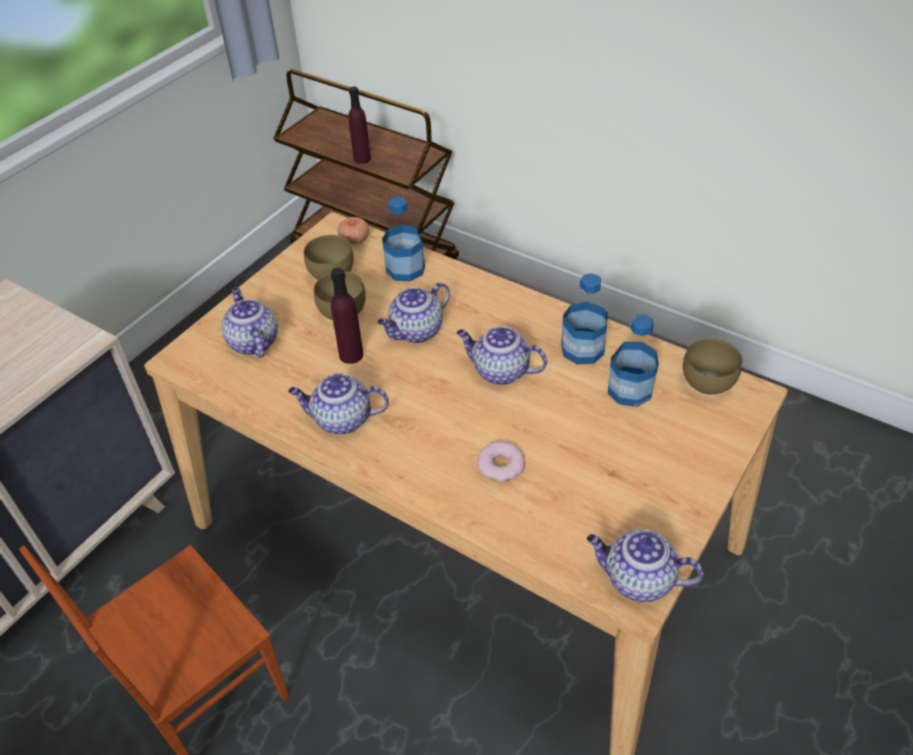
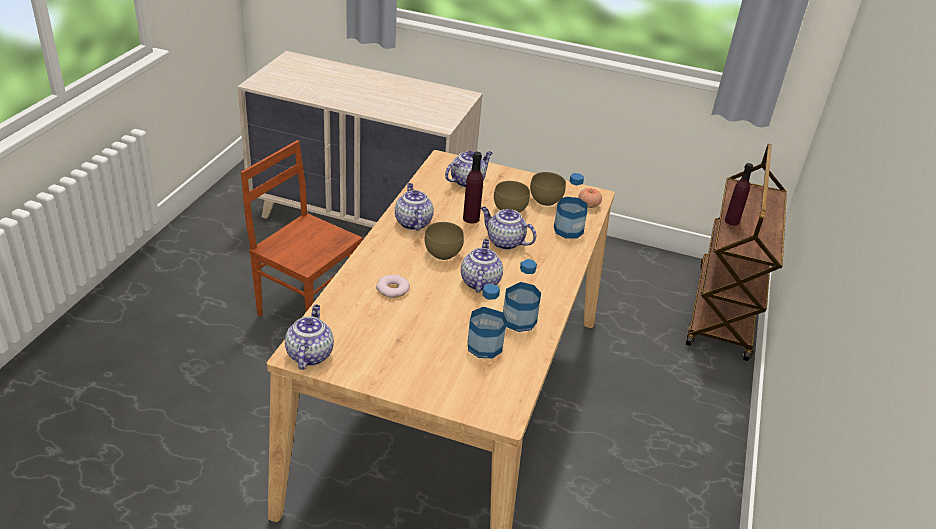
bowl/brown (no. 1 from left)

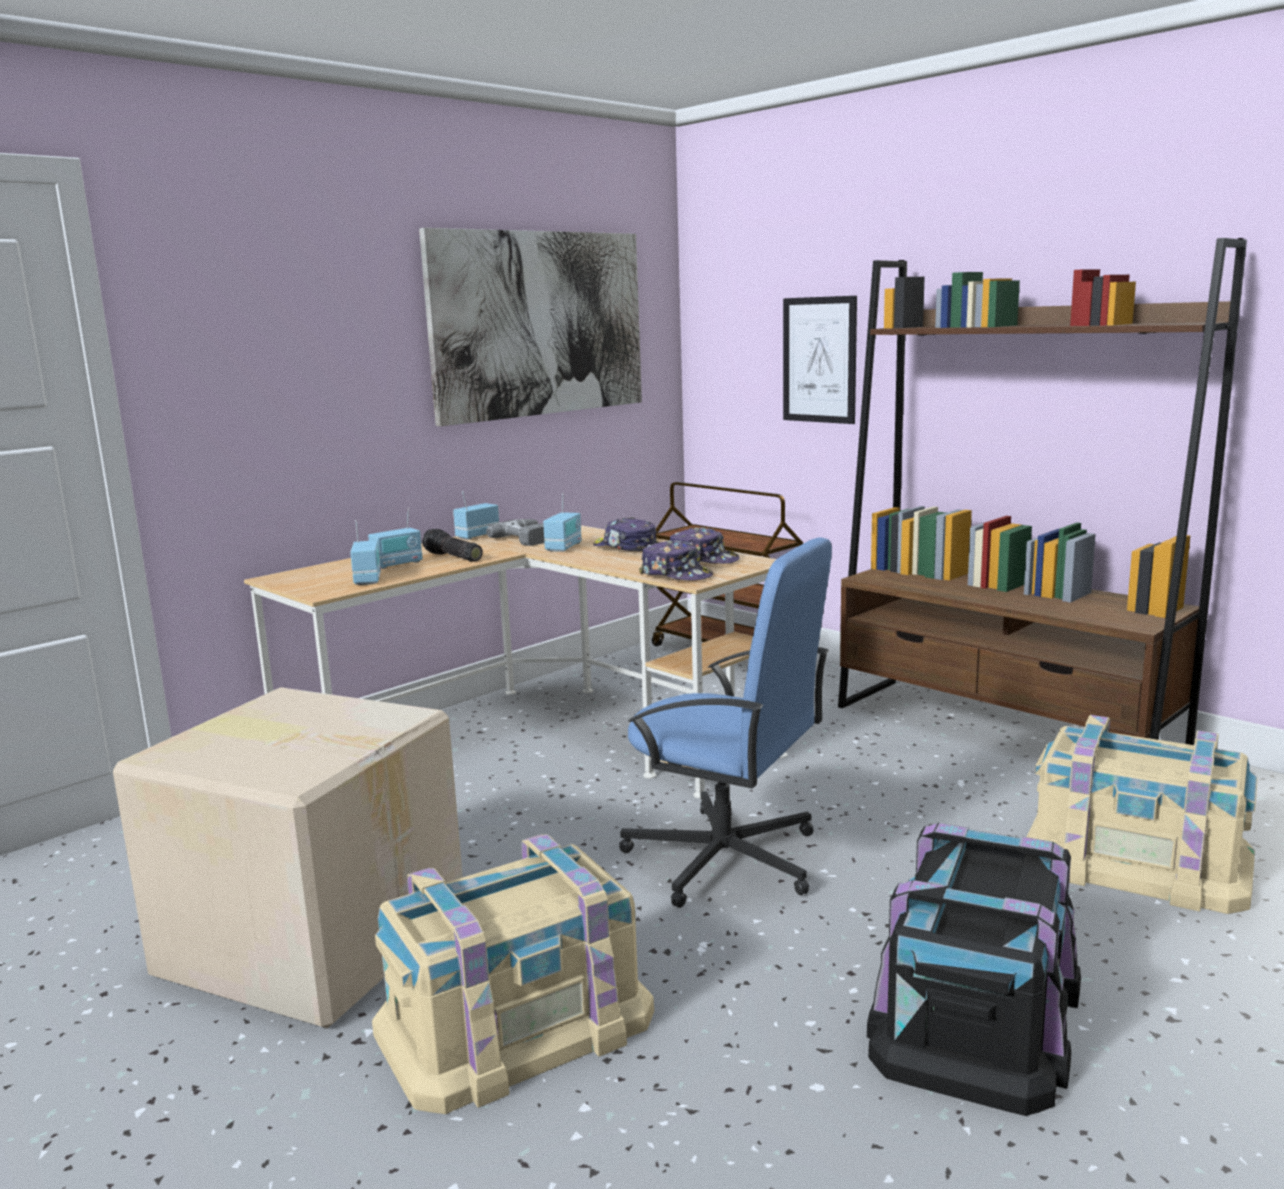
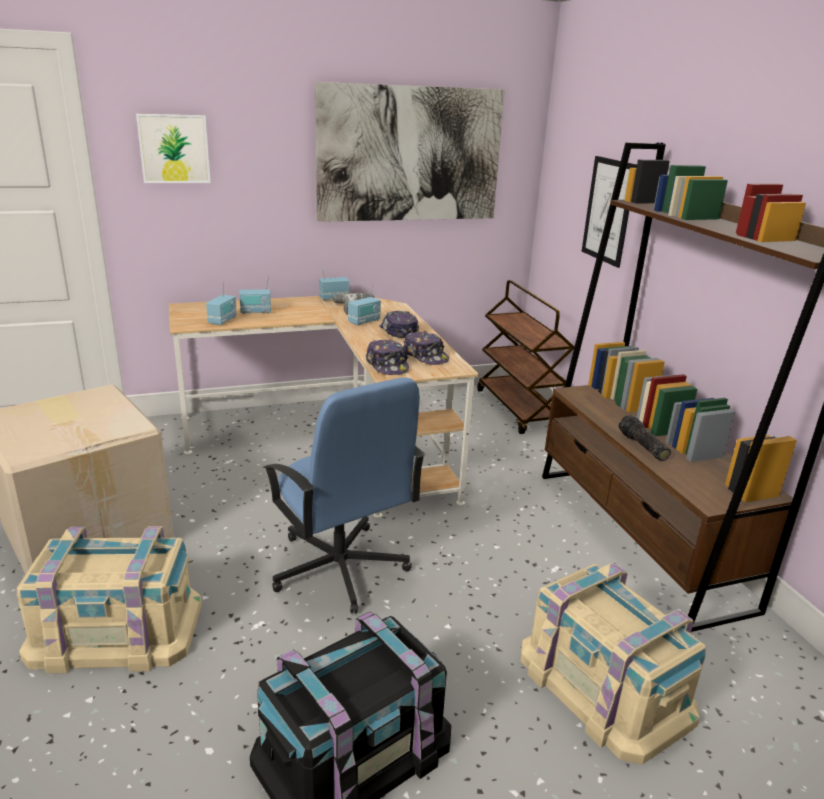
flashlight; picture (no. 1 from left)

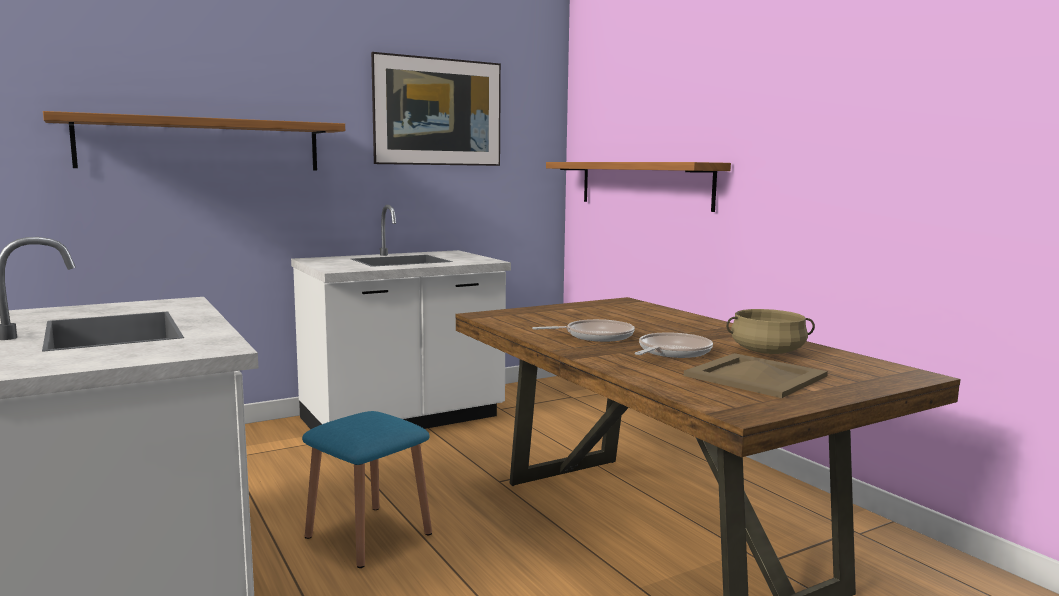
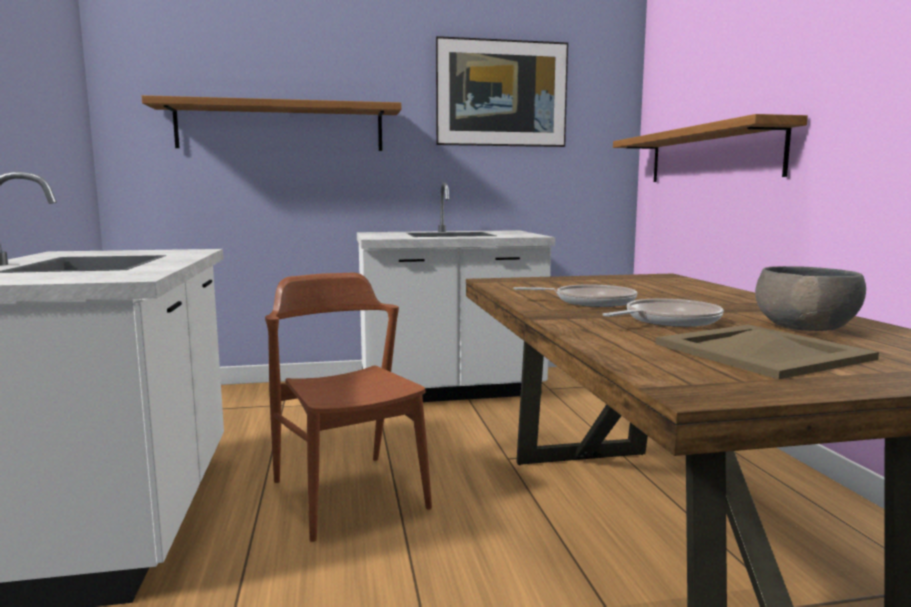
bowl/grey; chair/brown

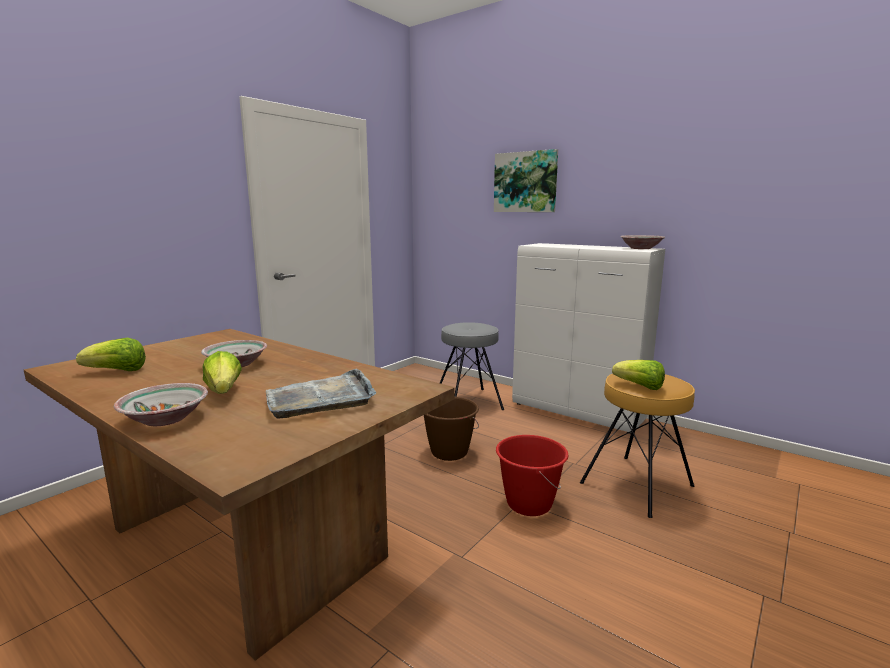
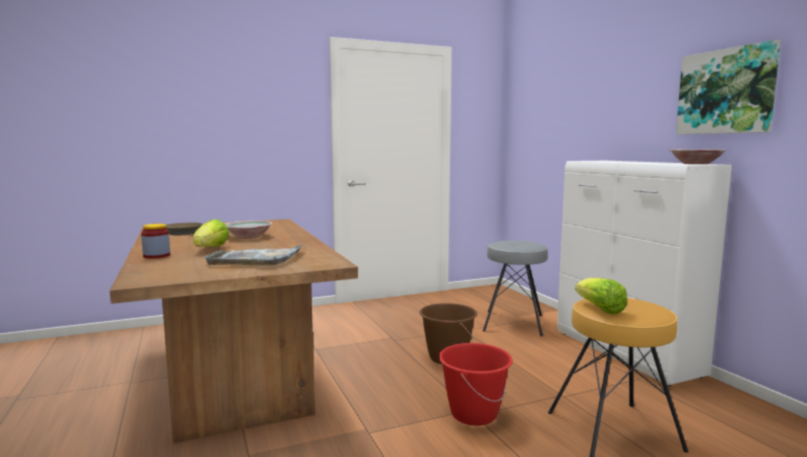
picture; frying pan/brown; jar

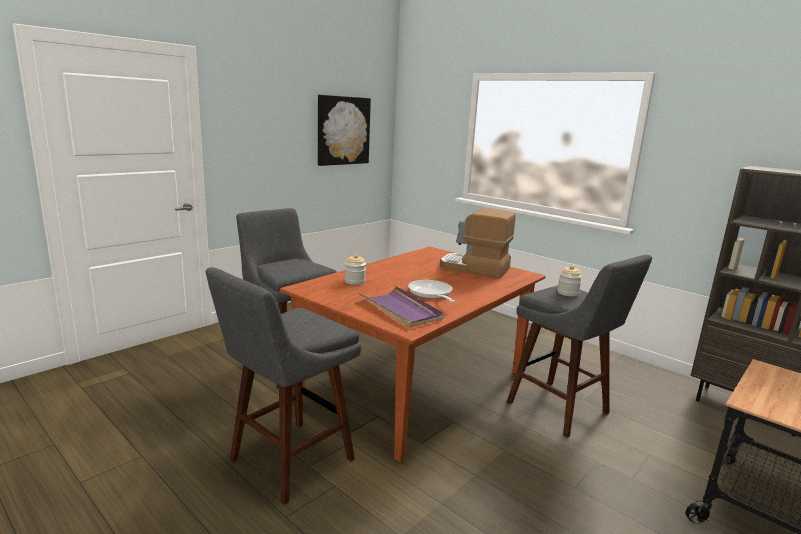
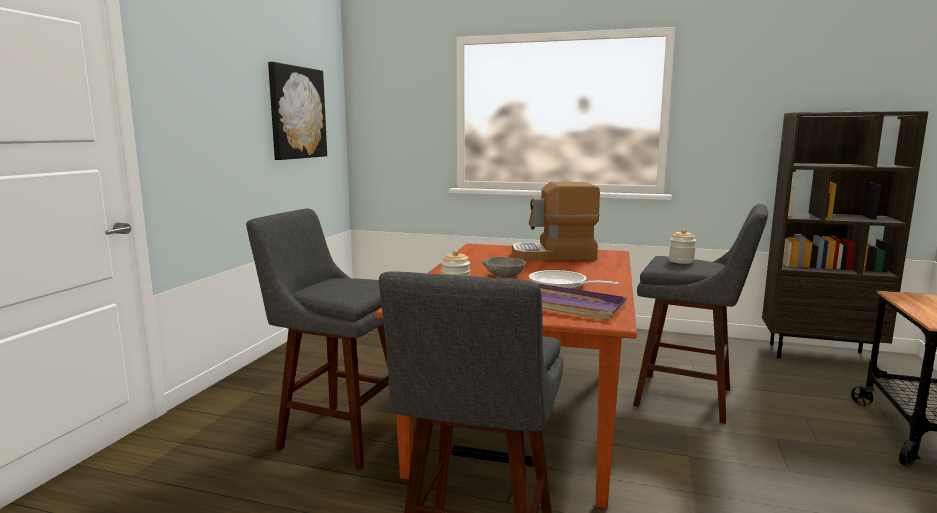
bowl/grey

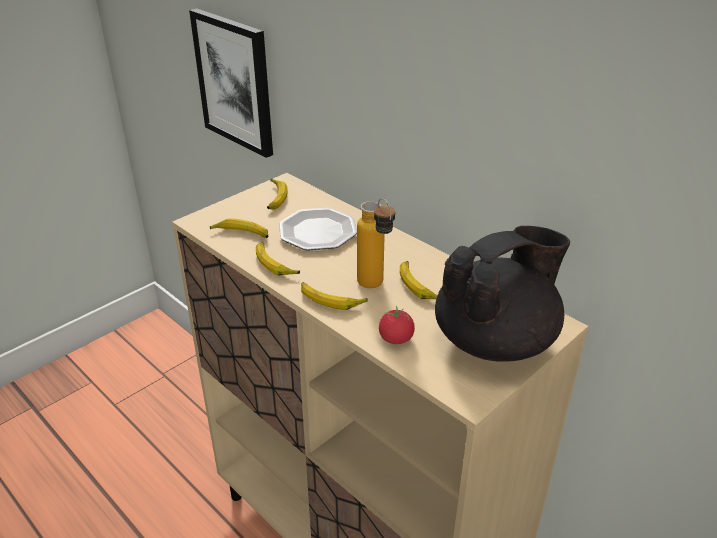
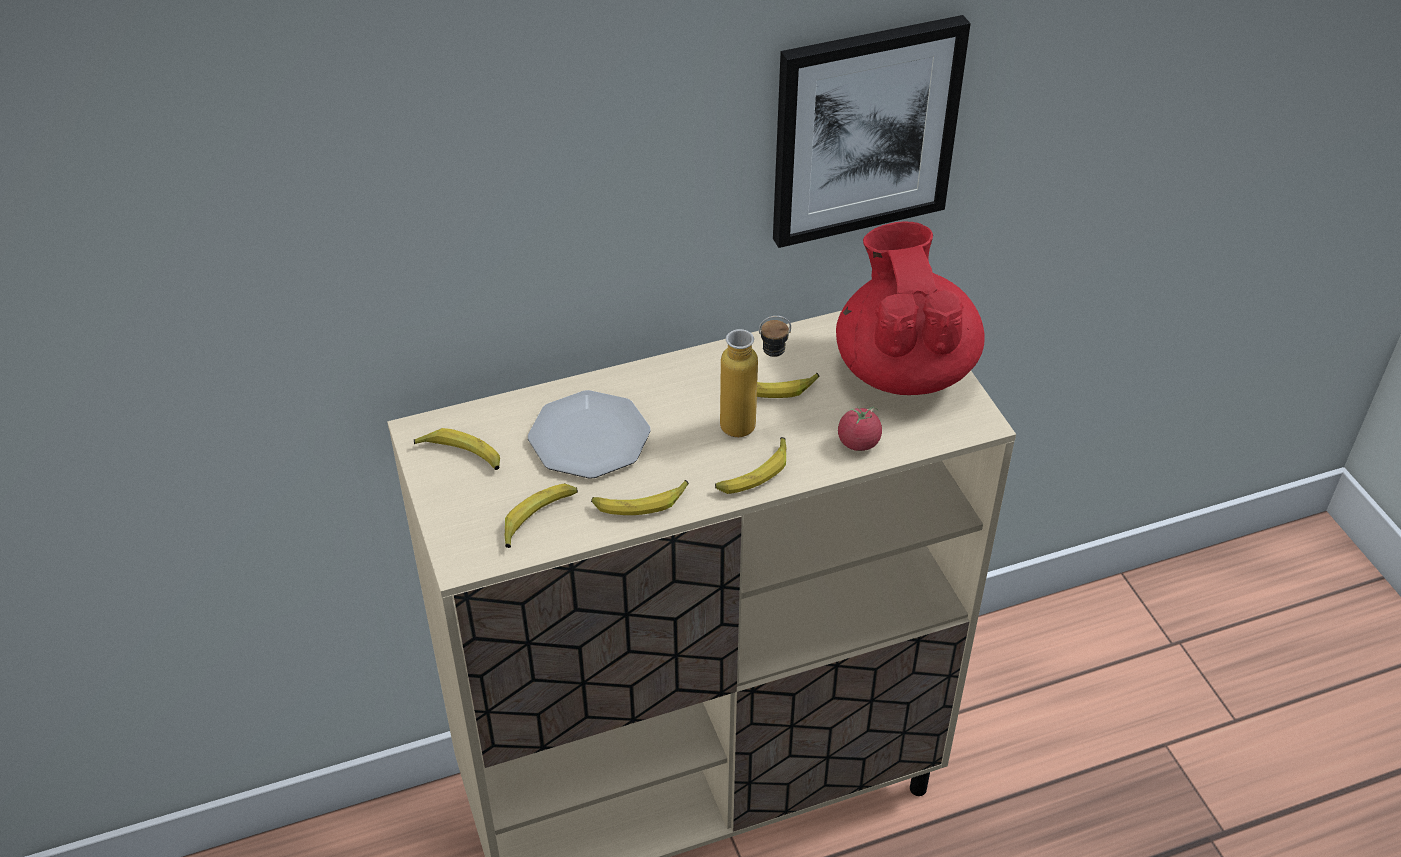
picture; teapot/red

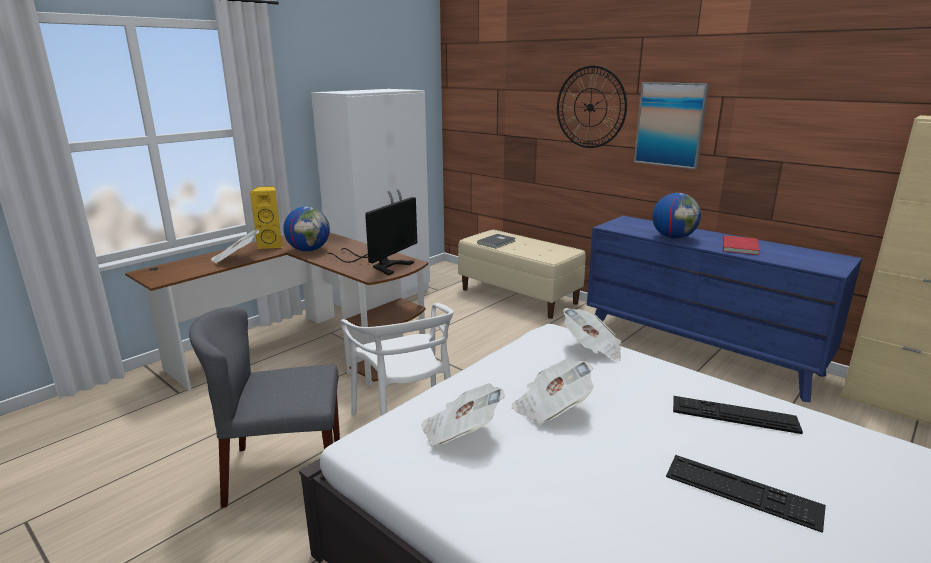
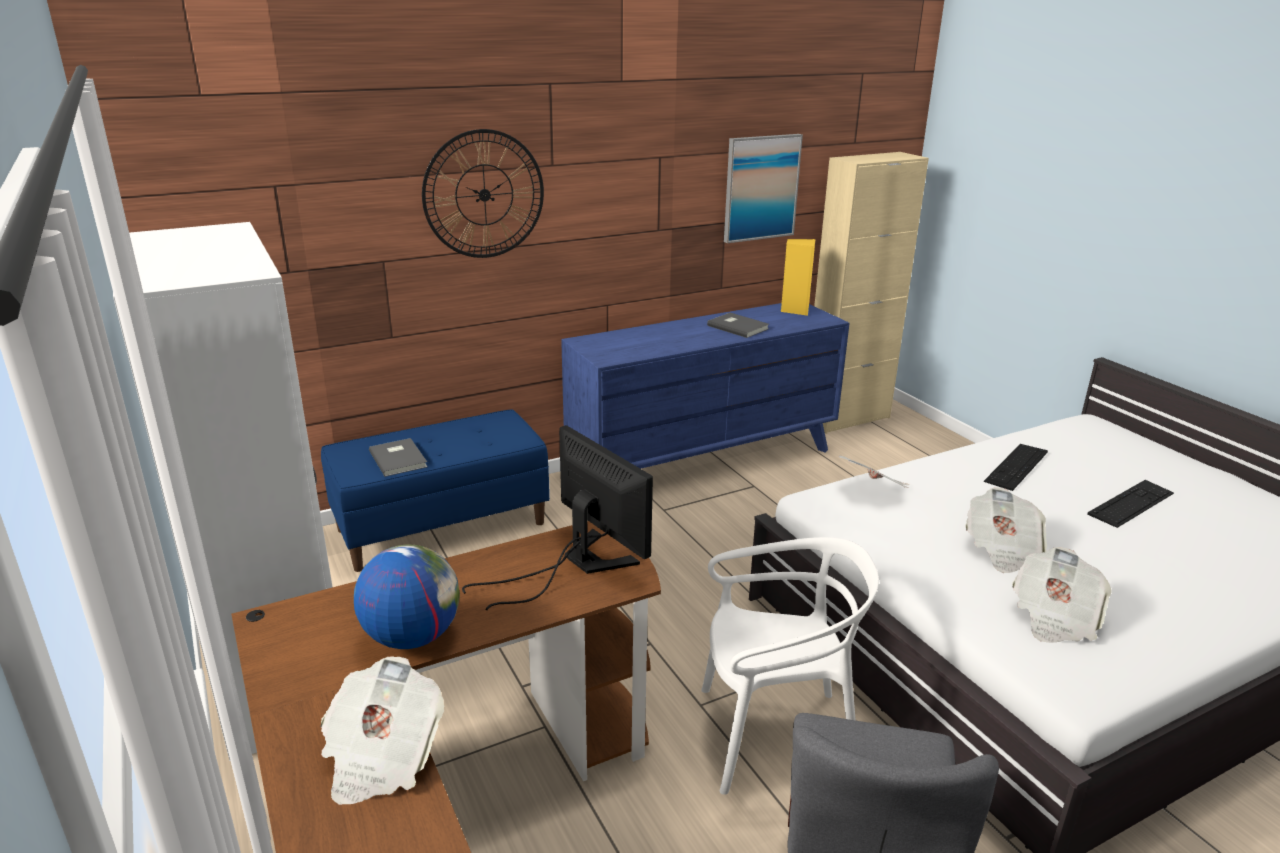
picture; speaker/yellow; globe (no. 2 from left in the first image); bench/blue; book/grey (no. 2 from left)

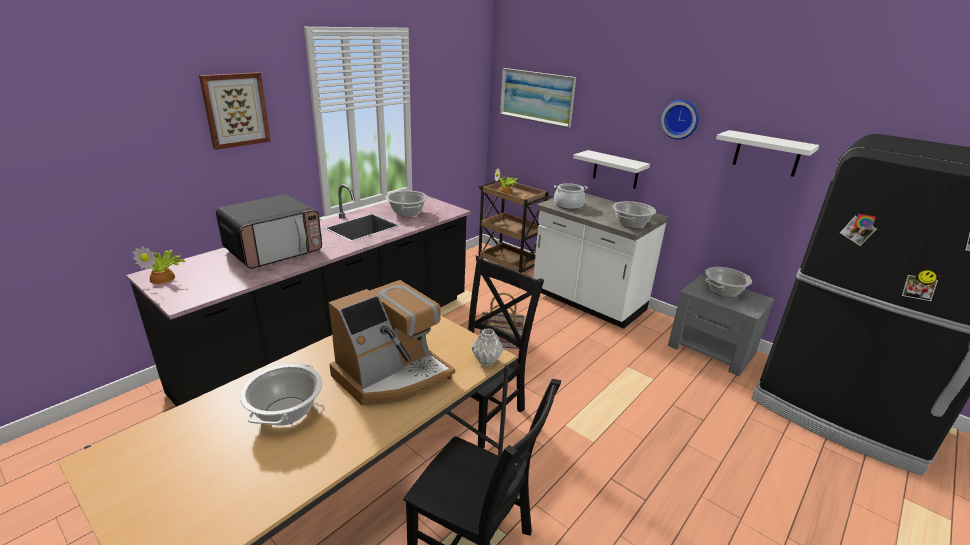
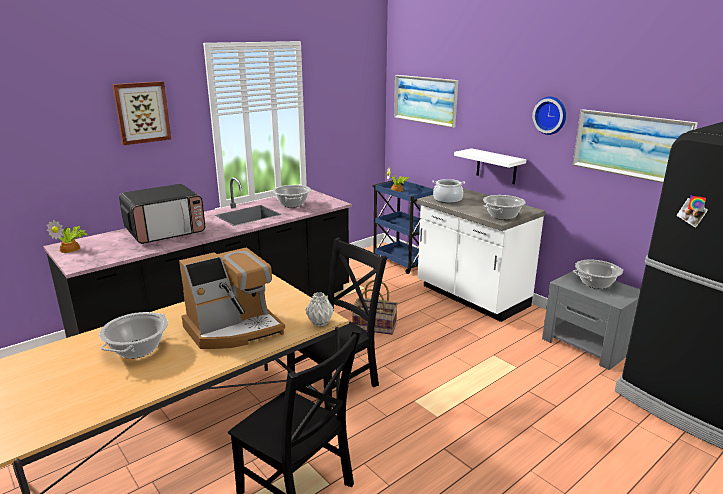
picture (no. 3 from left); cart/blue

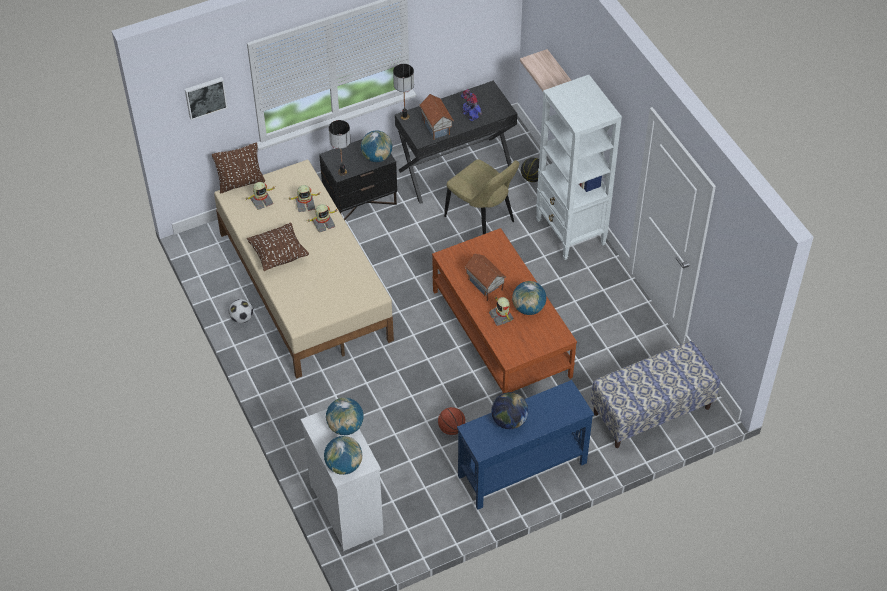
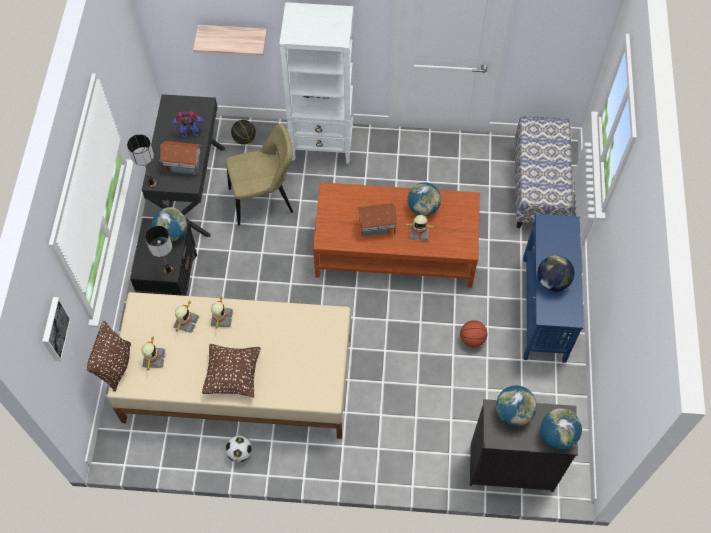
dresser/black

